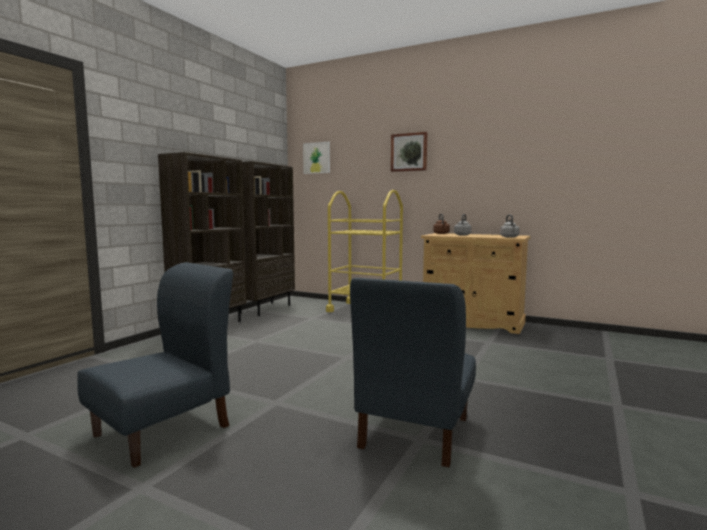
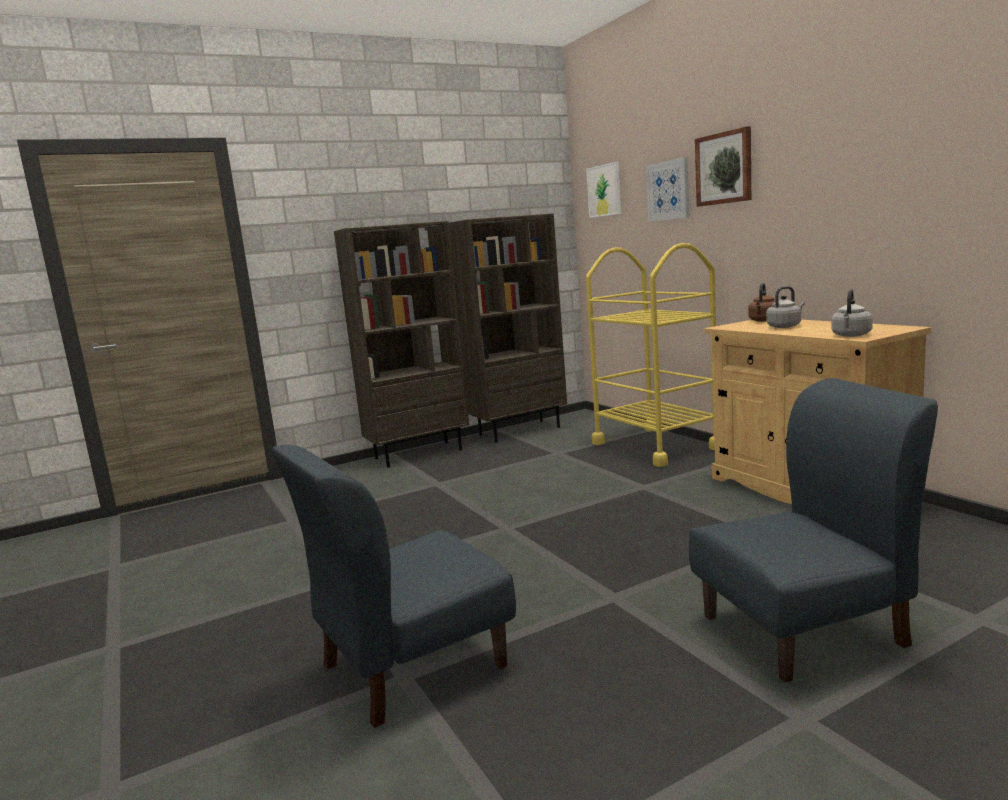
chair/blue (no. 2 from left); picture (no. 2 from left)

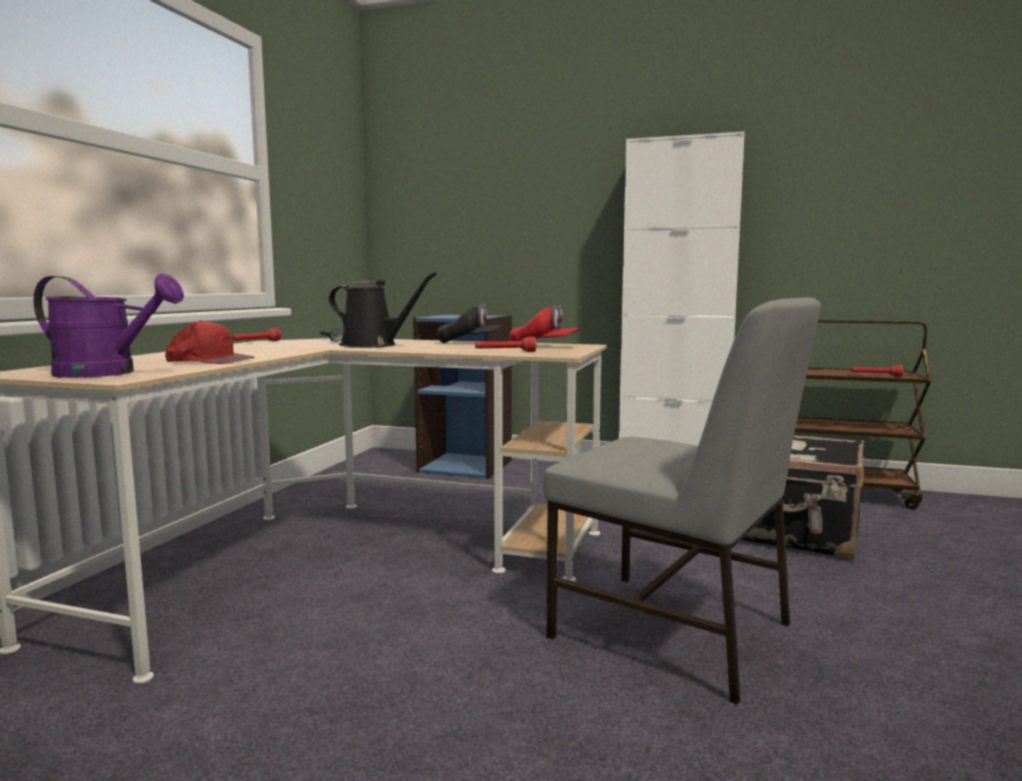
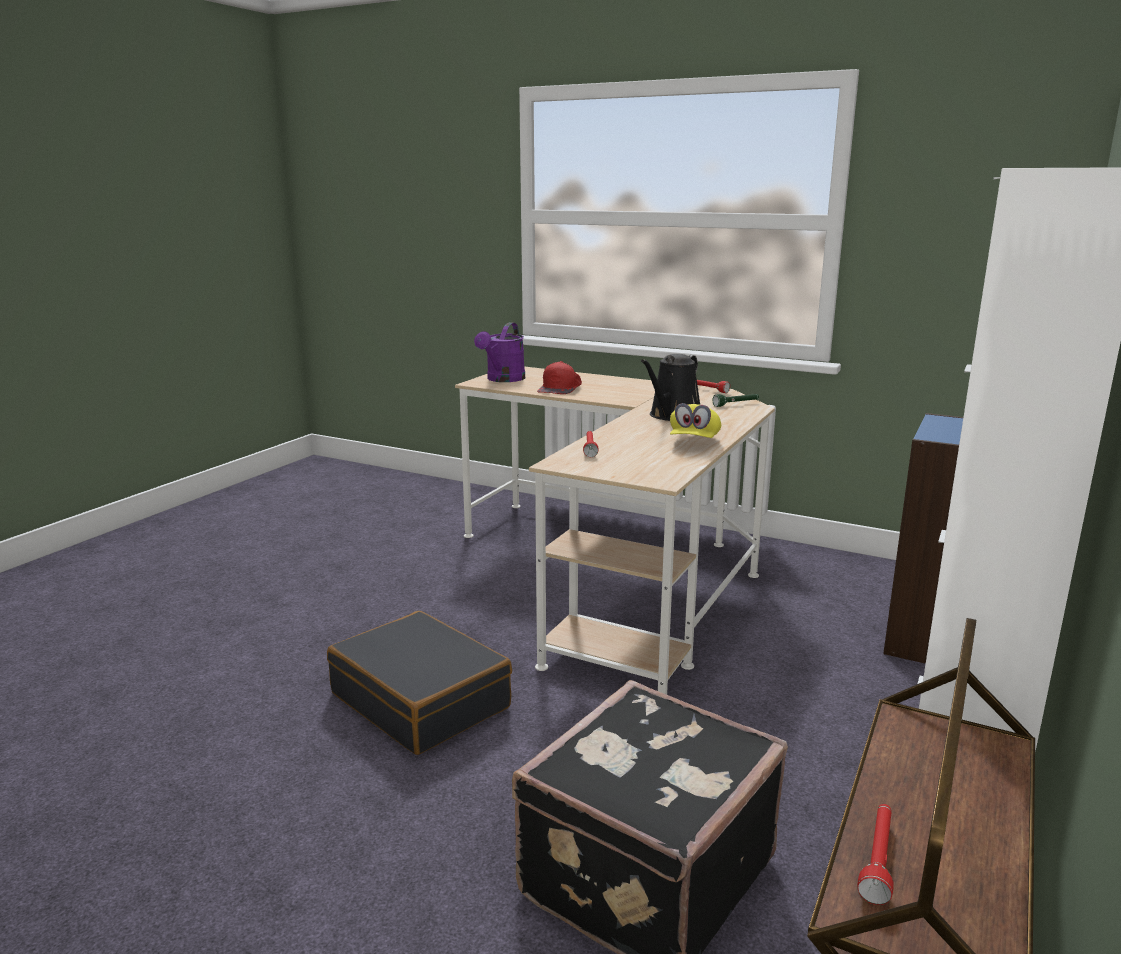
suitcase/black (no. 1 from left); cap/yellow; cap/red (no. 2 from left in the first image)

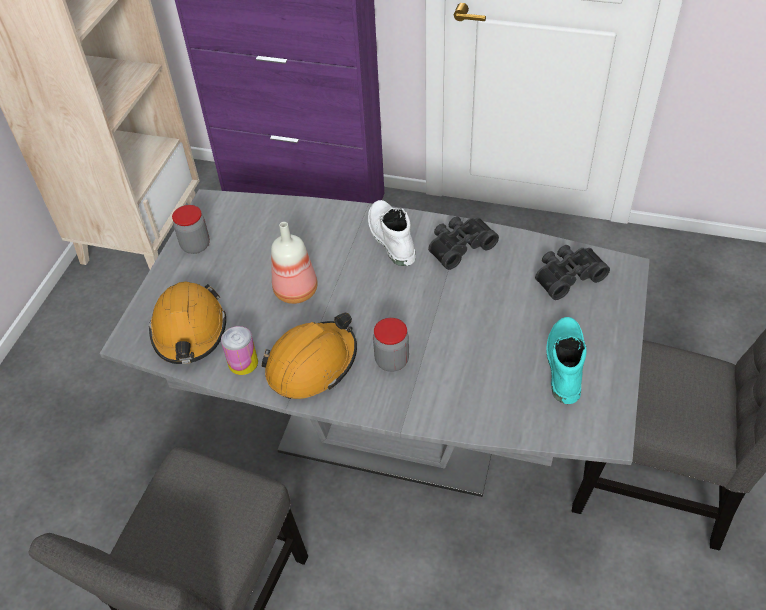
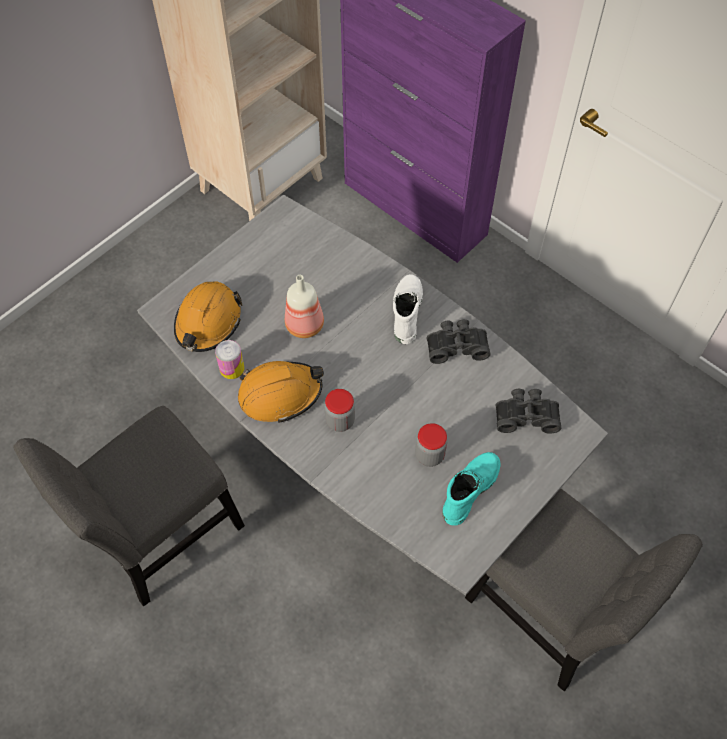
jar (no. 2 from left)

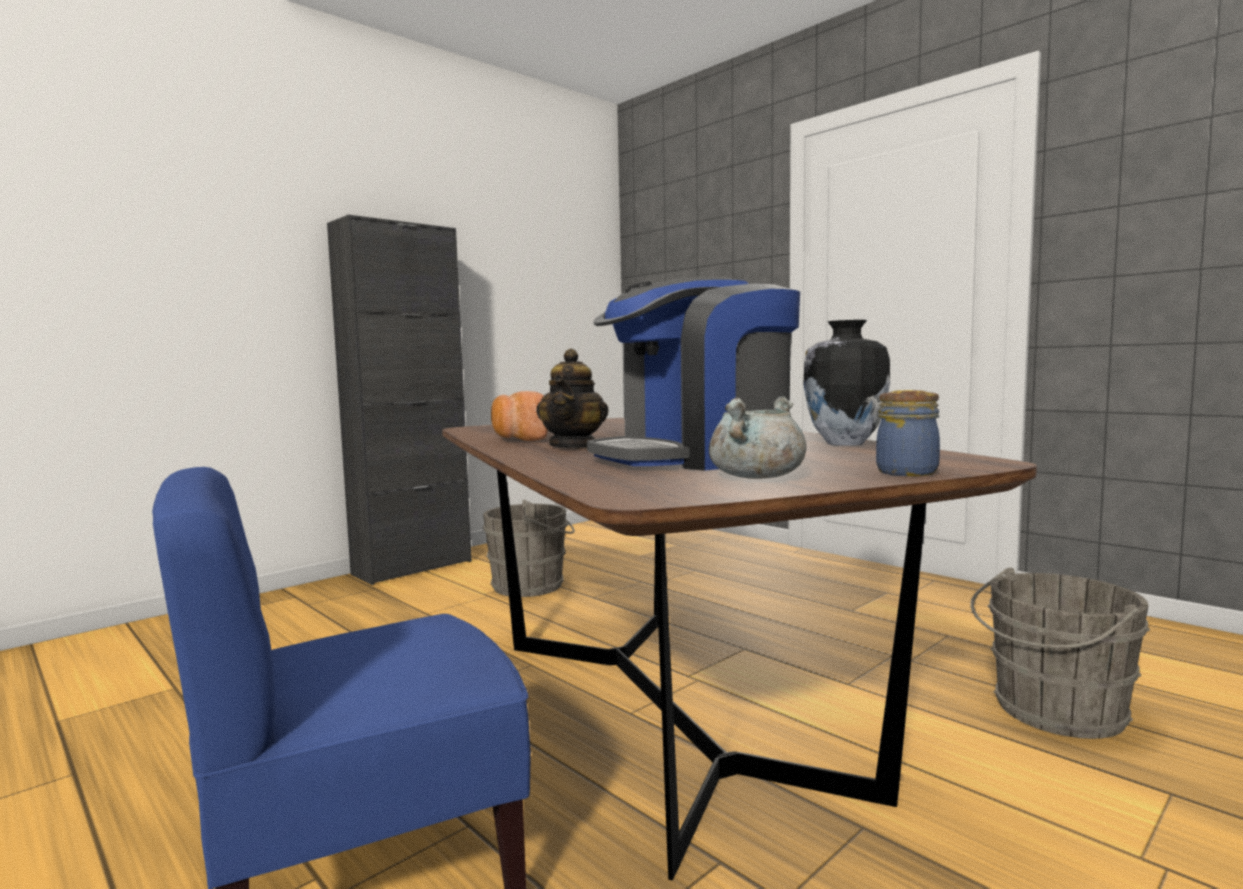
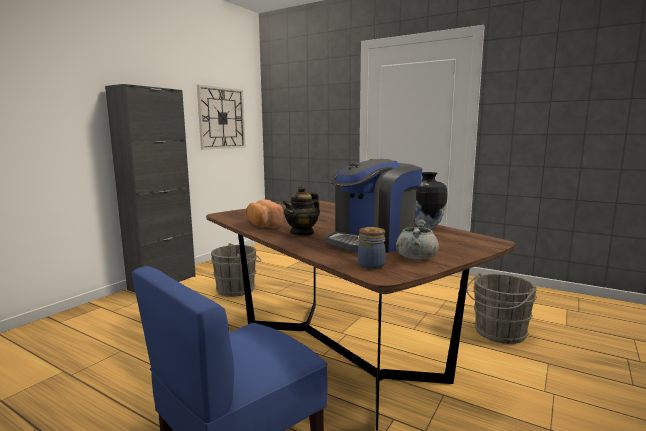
teapot; jar; wall clock

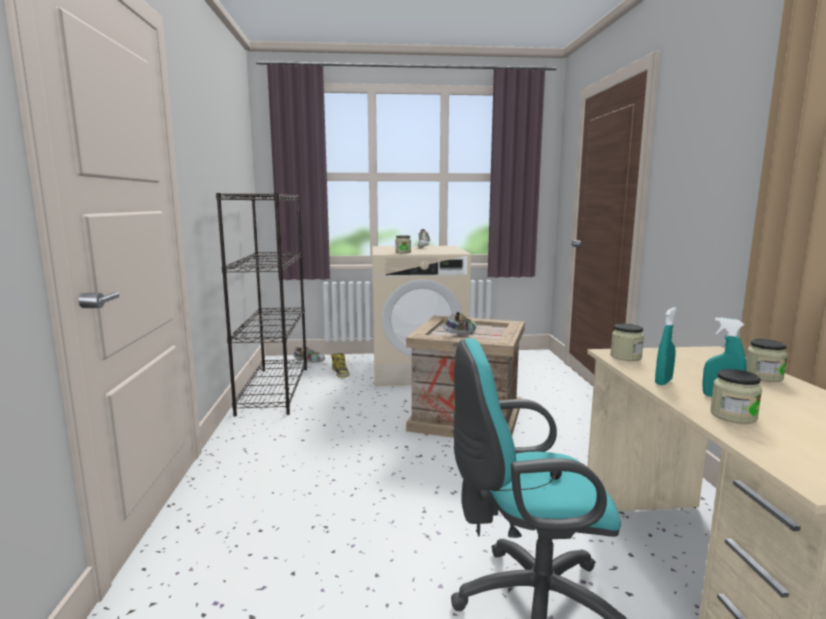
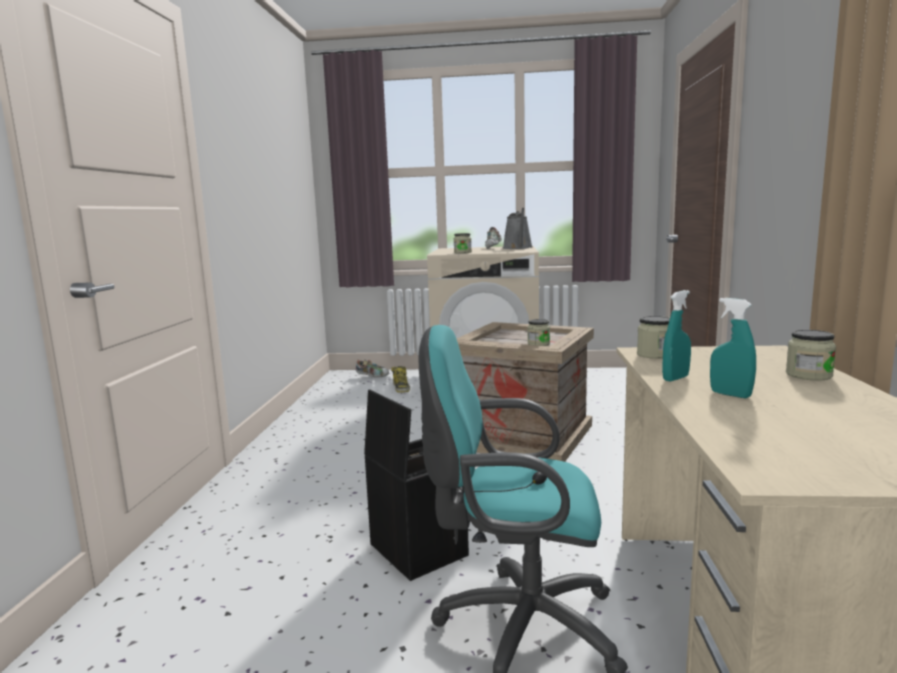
bookcase/black; shoe (no. 3 from left in the first image); jar (no. 2 from left); watering can/grey; storage box/black

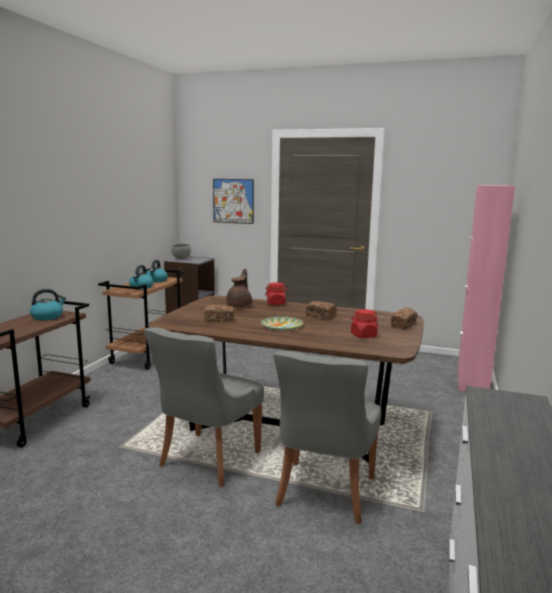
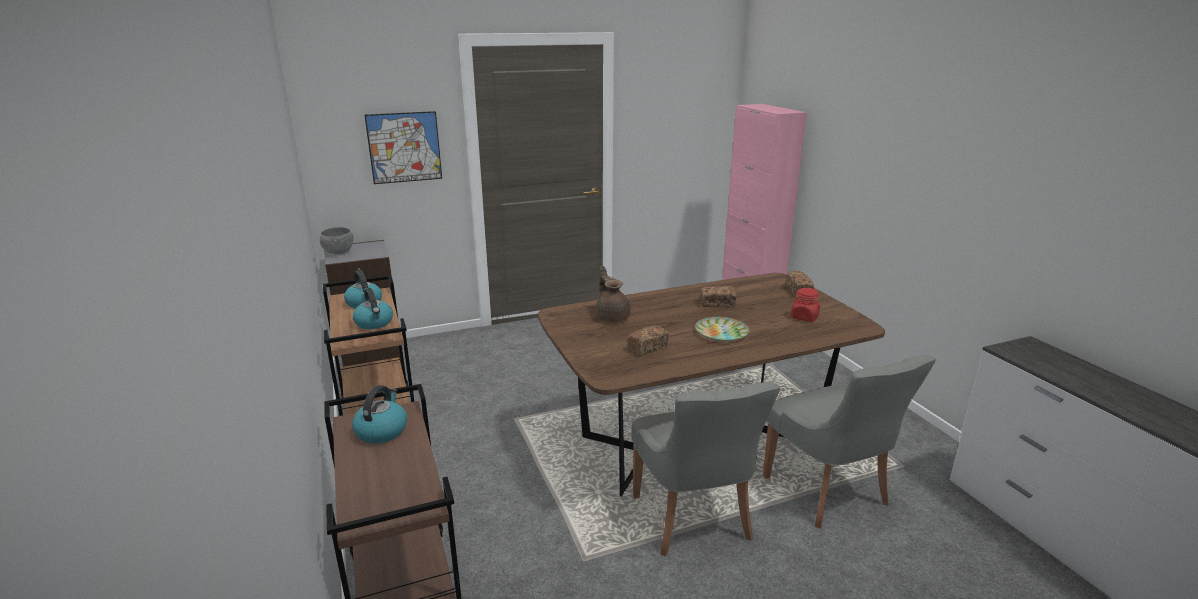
jar/red (no. 1 from left in the first image)

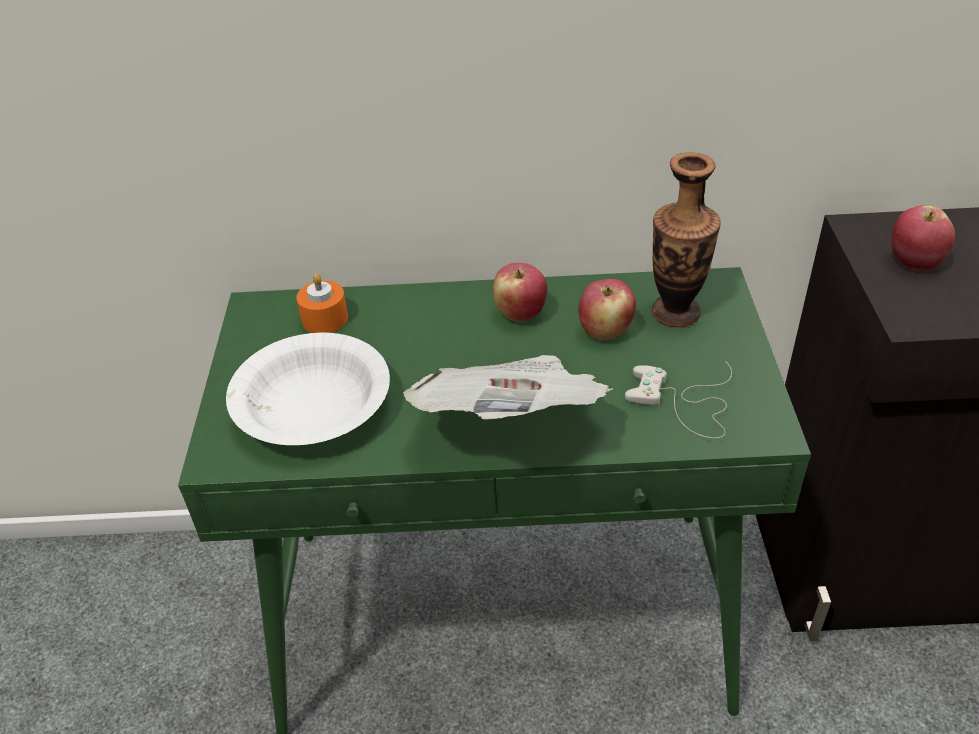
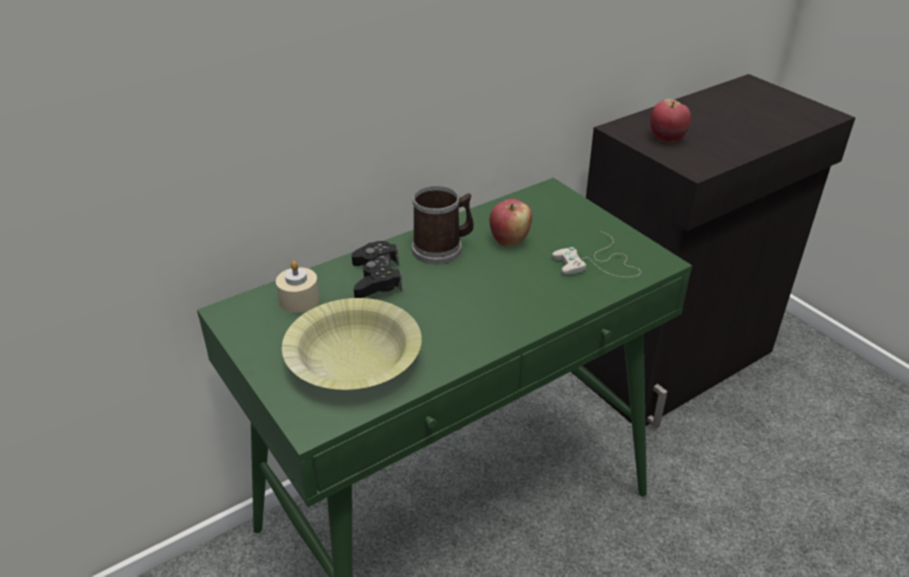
vase; mug; candle/beige; bowl/yellow; newspaper; game controller/black

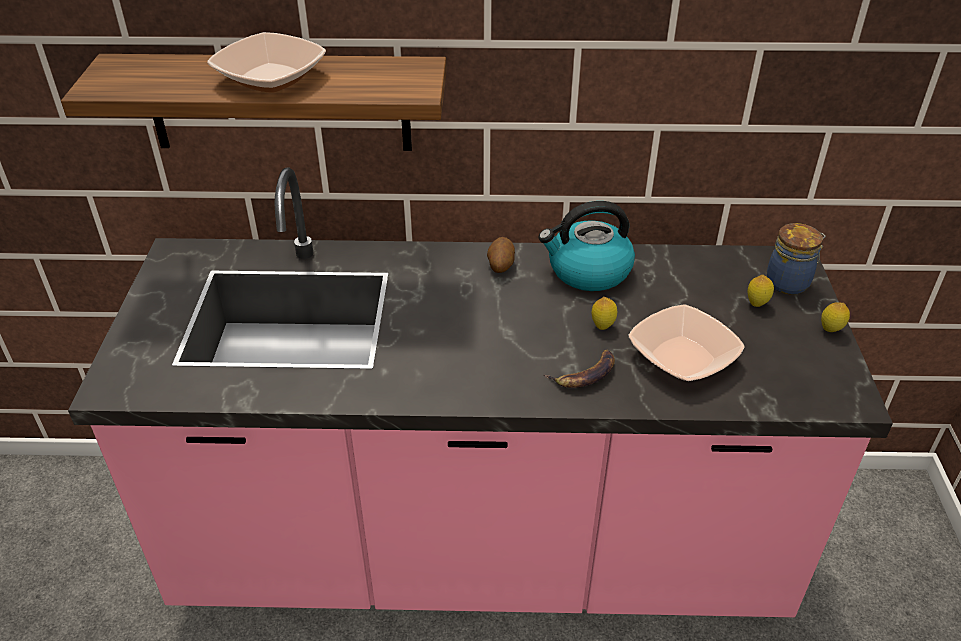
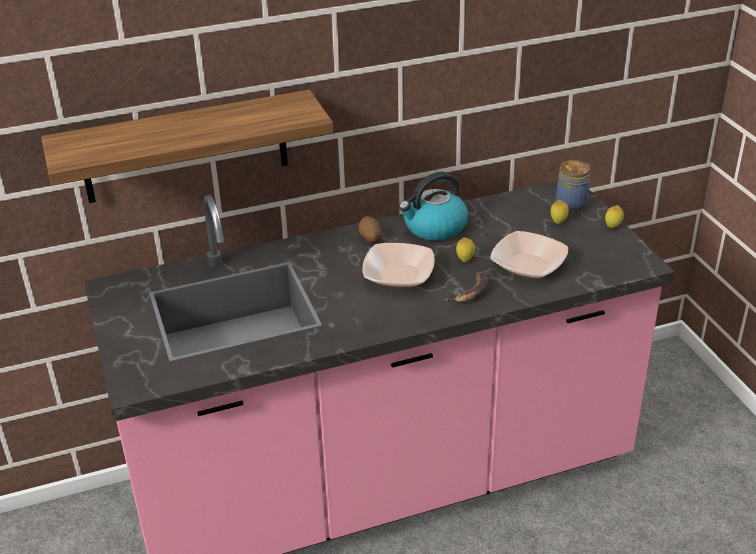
bowl (no. 1 from left)

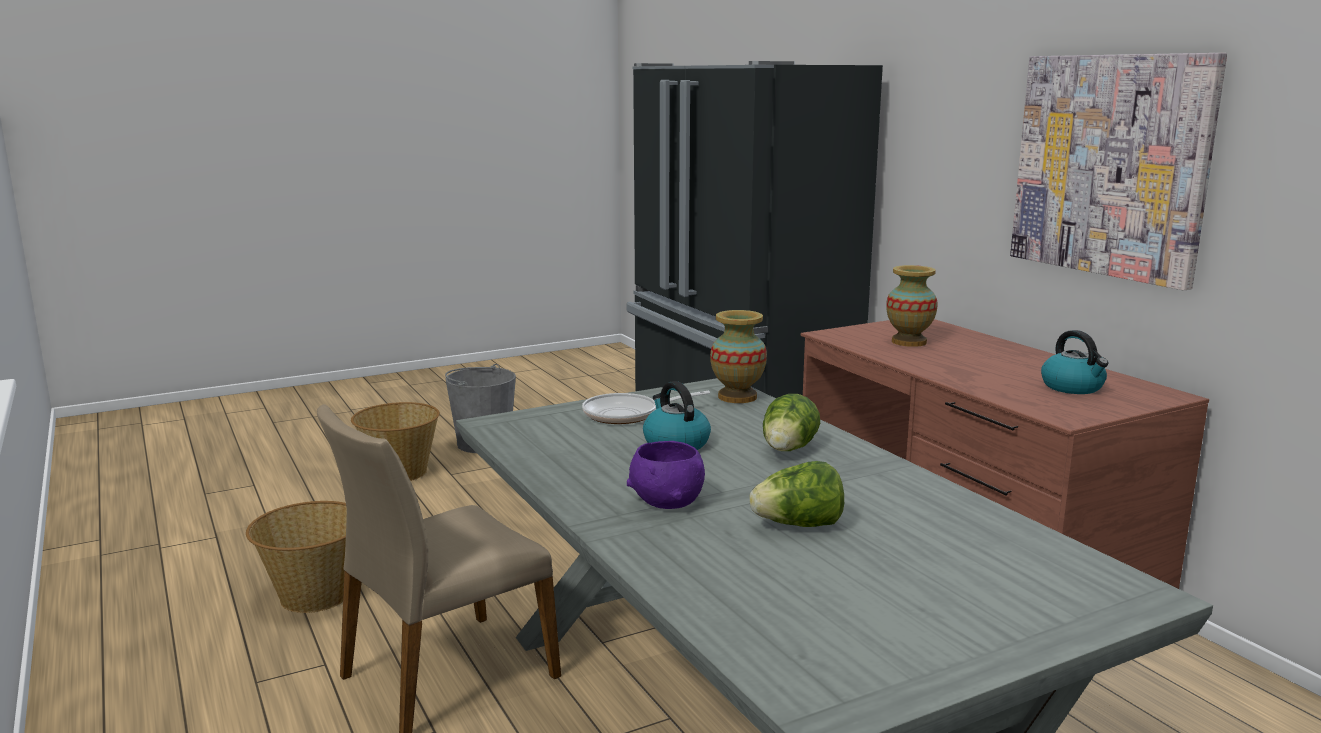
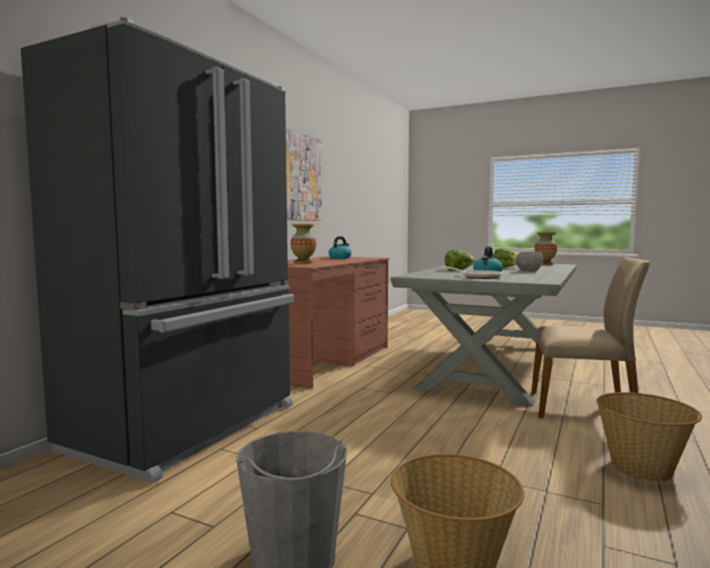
vase (no. 2 from left); bowl/grey

